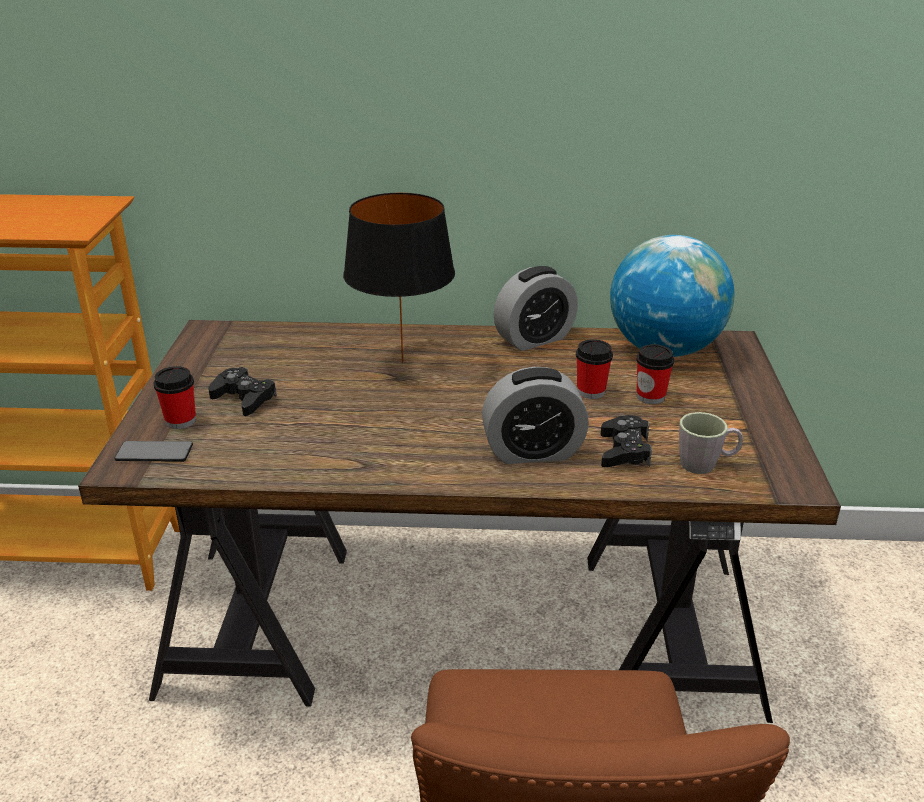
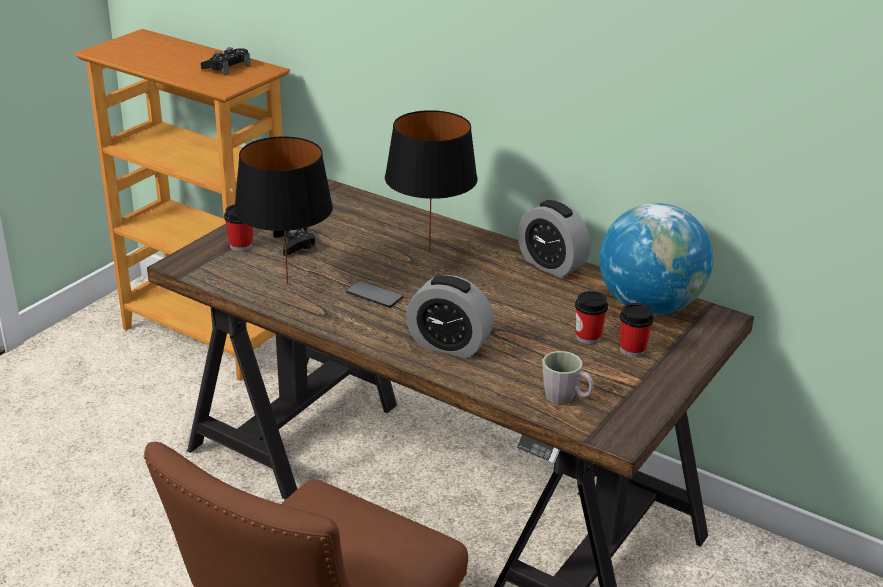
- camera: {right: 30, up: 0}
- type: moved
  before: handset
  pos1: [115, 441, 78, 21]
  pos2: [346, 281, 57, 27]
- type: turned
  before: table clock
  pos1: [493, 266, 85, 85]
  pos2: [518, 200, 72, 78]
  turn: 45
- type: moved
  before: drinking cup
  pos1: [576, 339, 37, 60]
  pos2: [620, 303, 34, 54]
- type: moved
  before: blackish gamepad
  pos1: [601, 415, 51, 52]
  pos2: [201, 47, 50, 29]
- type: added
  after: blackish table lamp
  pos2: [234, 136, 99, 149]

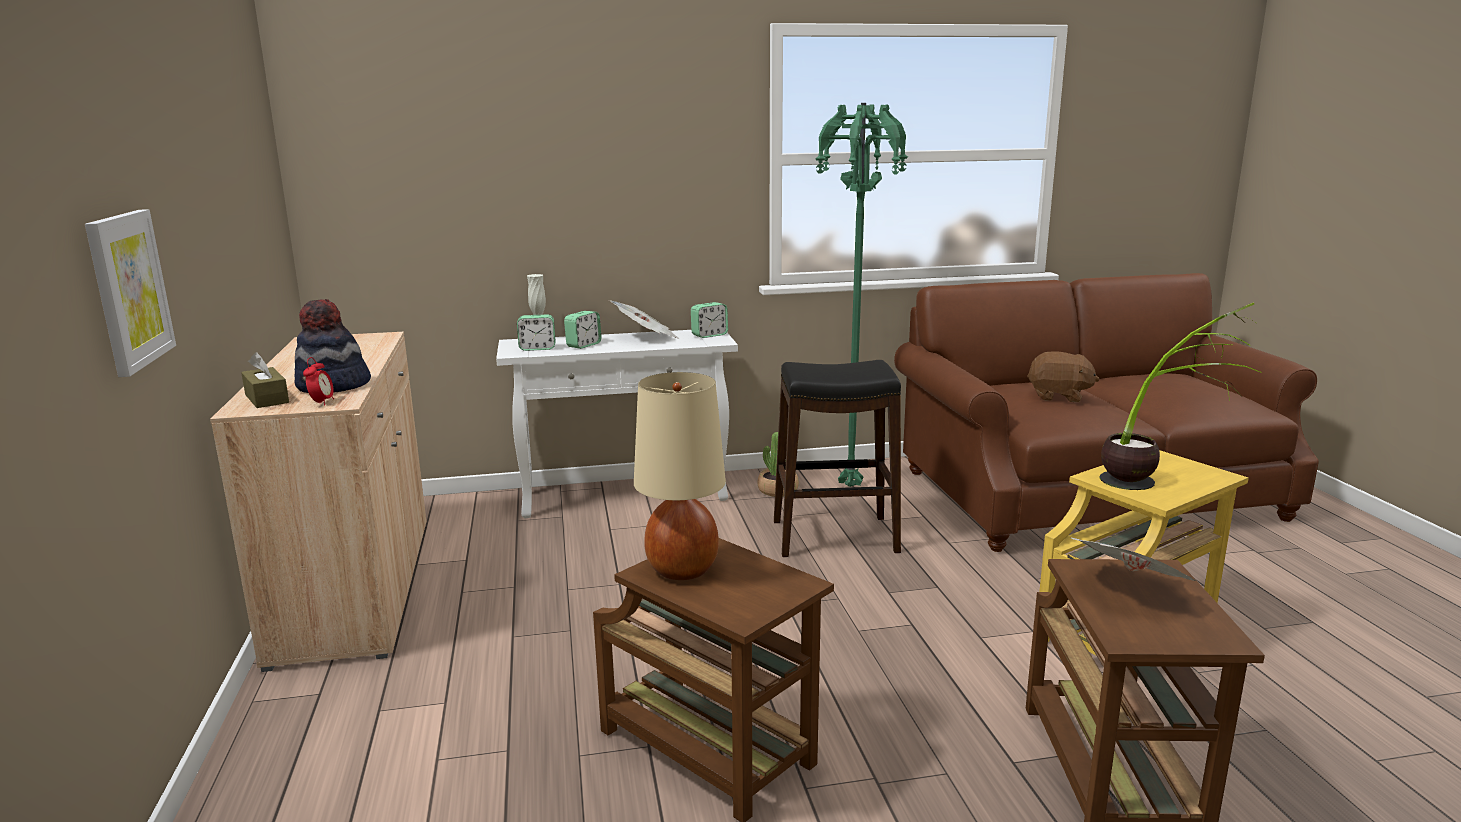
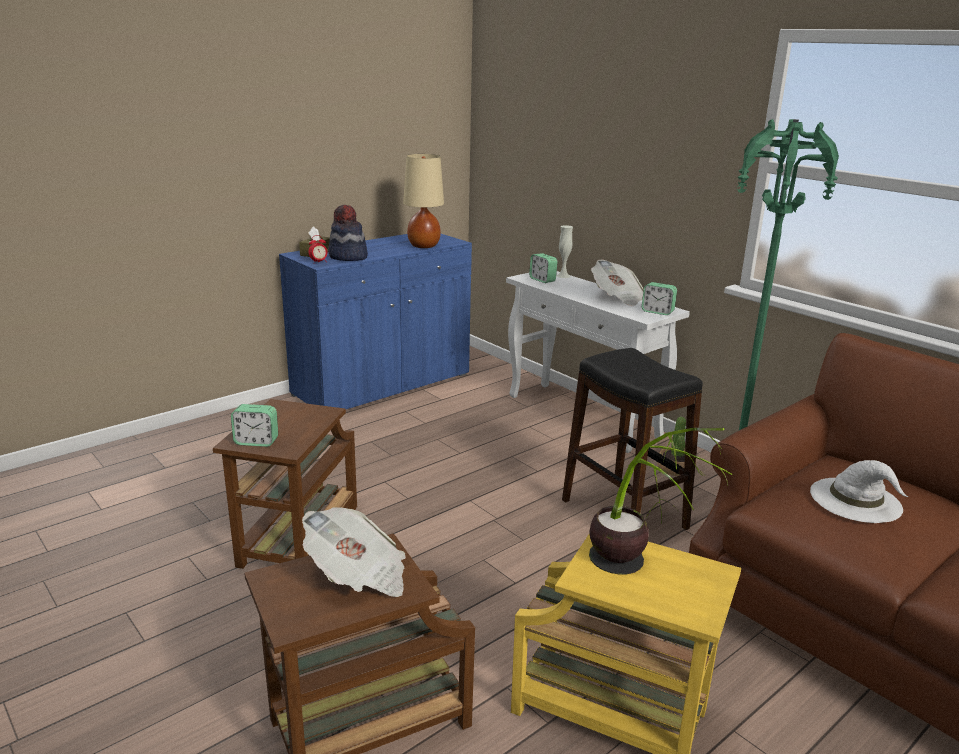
- camera: {right: 60, up: 5}
- type: removed
  before: wall picture
  pos1: [85, 209, 91, 168]
- type: recoloured
  before: sand-coloured cabinet
  after: blue cabinet
  pos1: [210, 332, 216, 340]
  pos2: [279, 234, 193, 175]
- type: moved
  before: table clock
  pos1: [564, 311, 38, 38]
  pos2: [231, 404, 47, 43]
- type: moved
  before: sand-coloured table lamp
  pos1: [634, 372, 92, 208]
  pos2: [403, 154, 41, 94]
- type: replaced
  before: brownish plush toy
  after: whitish wearable hat
  pos1: [1027, 351, 73, 51]
  pos2: [810, 460, 98, 63]

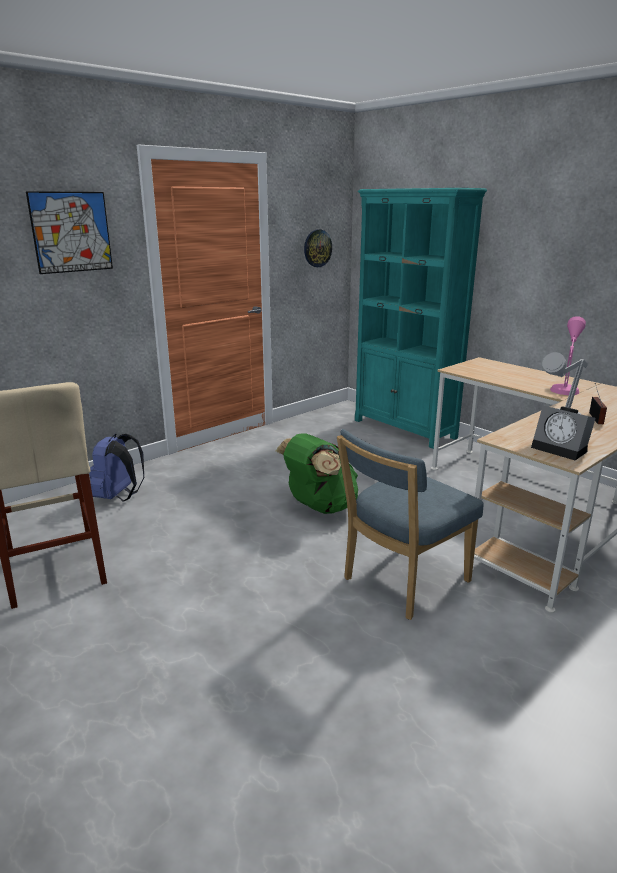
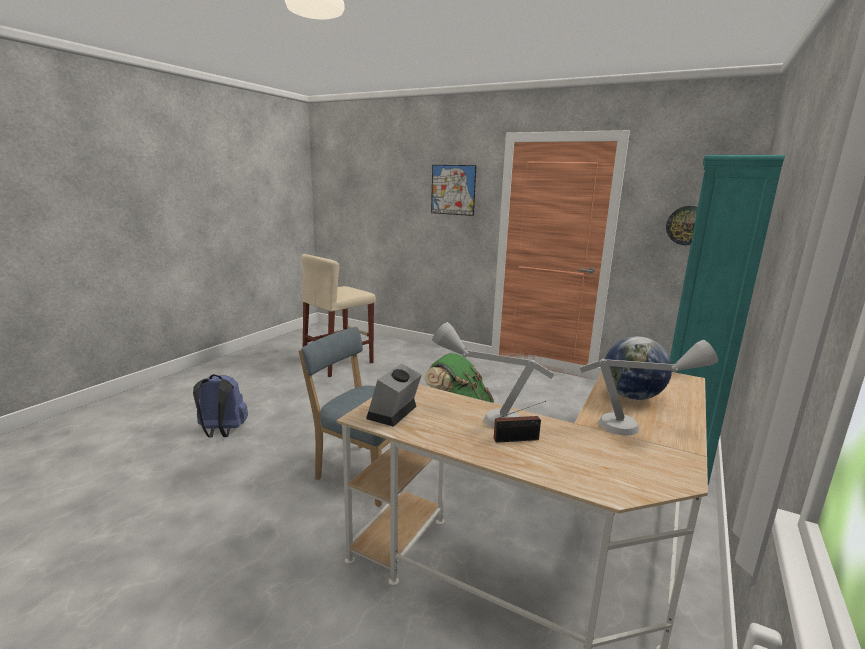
- camera: {right: 70, up: -5}
- type: moved
  before: blue knapsack
  pos1: [89, 434, 55, 68]
  pos2: [193, 374, 55, 64]
- type: recoloured
  before: pinkish table lamp
  after: greyish table lamp
  pos1: [550, 316, 36, 79]
  pos2: [580, 340, 138, 96]
- type: added
  after: globe
  pos2: [605, 336, 67, 64]

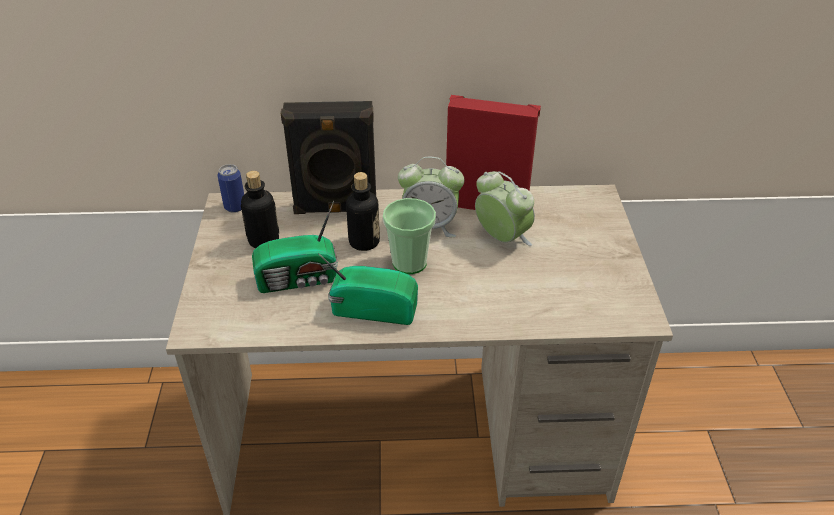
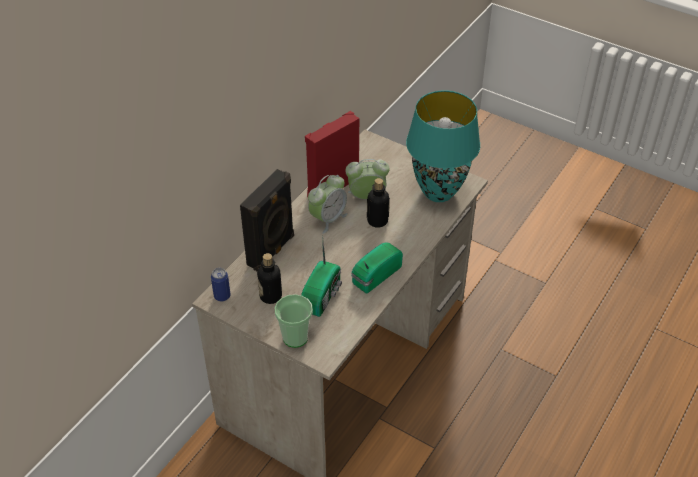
- camera: {right: -55, up: 5}
- type: moved
  before: beverage bottle
  pos1: [346, 172, 34, 79]
  pos2: [367, 178, 23, 50]
- type: moved
  before: drinking cup
  pos1: [383, 198, 53, 76]
  pos2: [275, 294, 38, 54]
- type: added
  after: turquoise table lamp
  pos2: [406, 90, 74, 112]

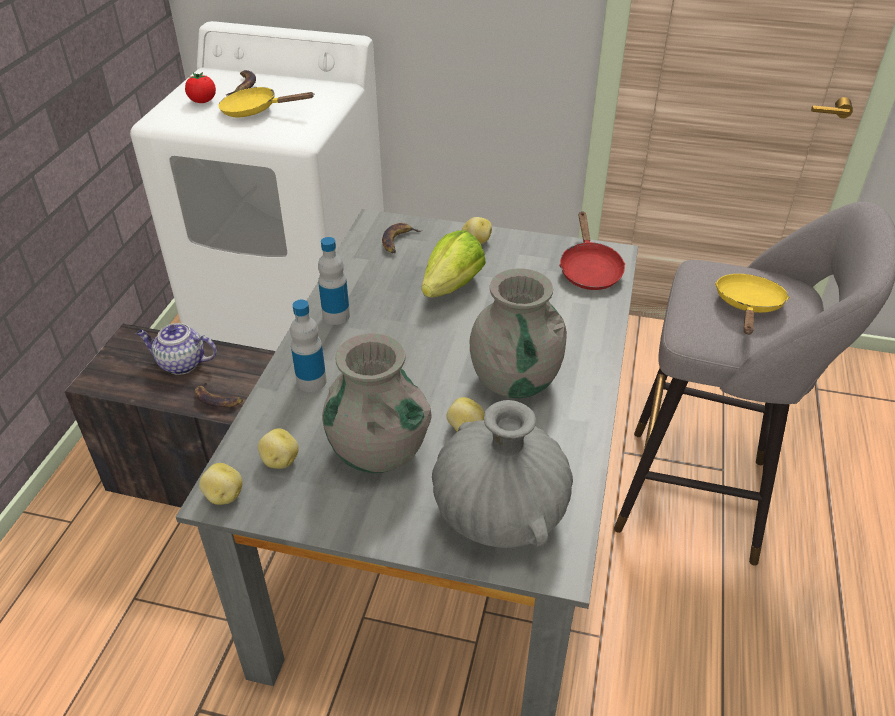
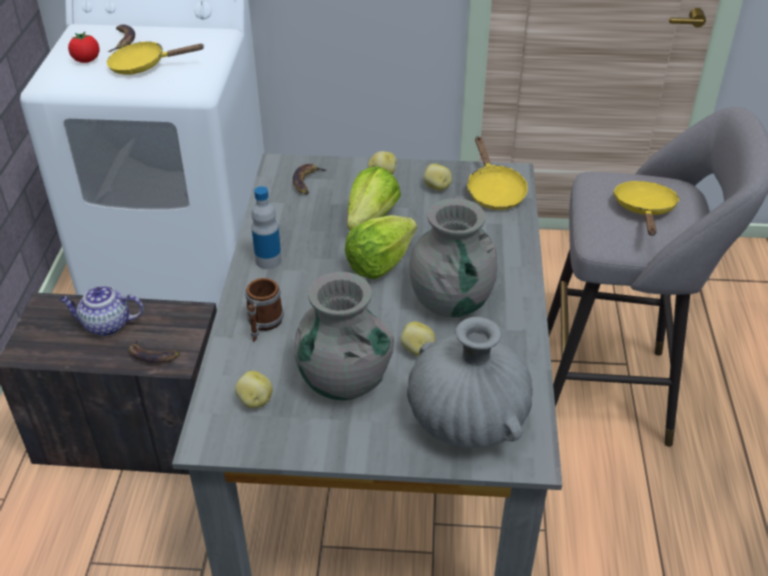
- camera: {right: -10, up: 0}
- type: moved
  before: whole potato
  pos1: [199, 463, 44, 42]
  pos2: [423, 164, 29, 27]
- type: replaced
  before: beverage bottle
  after: coffee mug
  pos1: [290, 300, 37, 92]
  pos2: [245, 278, 39, 64]
- type: recoloured
  before: red skillet
  after: yellow-coloured skillet
  pos1: [559, 211, 67, 79]
  pos2: [467, 136, 61, 74]
- type: added
  after: lettuce
  pos2: [345, 215, 72, 64]

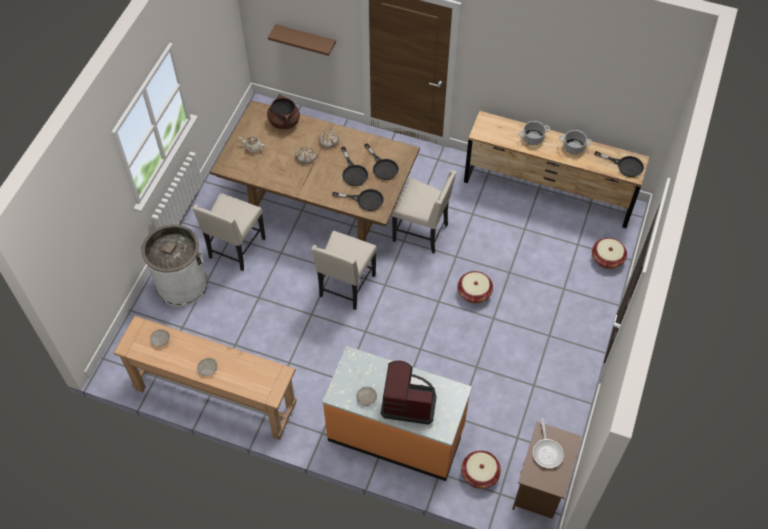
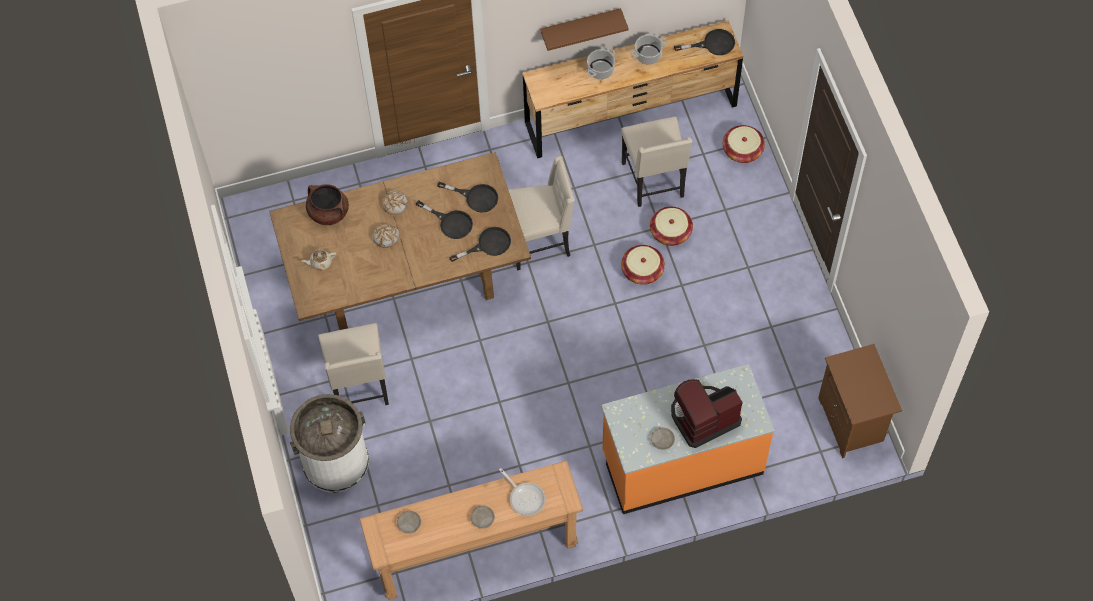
- camera: {right: -35, up: 5}
- type: moved
  before: brownish wall shelf
  pos1: [268, 24, 68, 32]
  pos2: [540, 8, 88, 43]
- type: moved
  before: sand-coloured chair
  pos1: [312, 231, 65, 79]
  pos2: [621, 116, 71, 91]
- type: moved
  before: household basket
  pos1: [461, 450, 40, 39]
  pos2: [650, 207, 43, 39]
- type: moved
  before: skillet
  pos1: [533, 418, 31, 50]
  pos2: [499, 468, 46, 48]

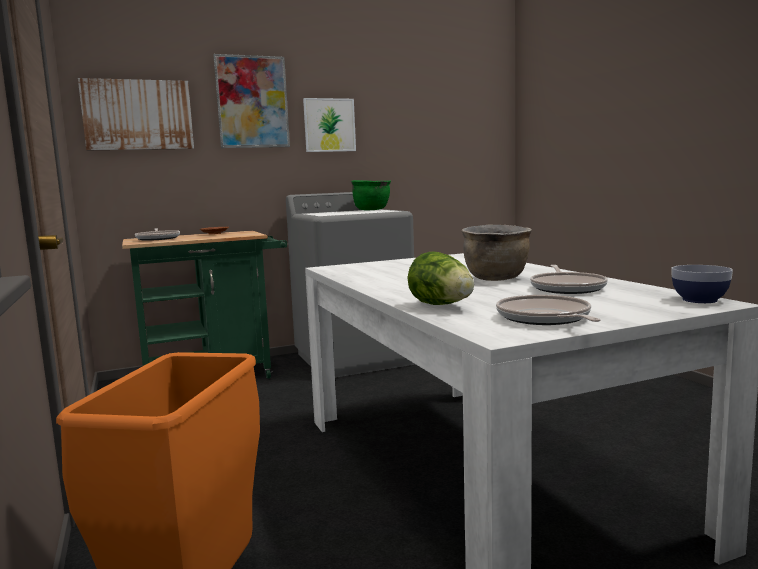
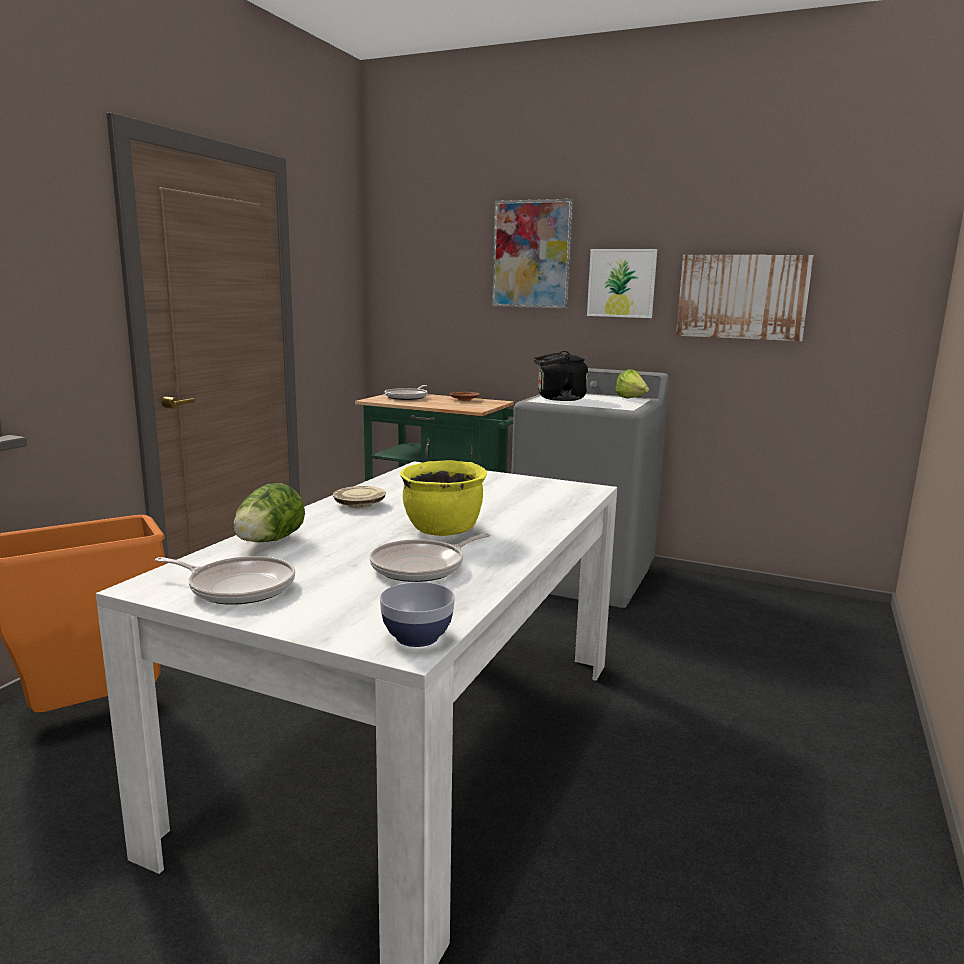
- camera: {right: 45, up: 5}
- type: moved
  before: wall picture
  pos1: [78, 78, 116, 72]
  pos2: [676, 255, 138, 86]
- type: replaced
  before: greenish stockpot
  after: lettuce
  pos1: [351, 180, 40, 30]
  pos2: [615, 369, 34, 30]
- type: recoloured
  before: brownish stockpot
  after: yellow-coloured stockpot
  pos1: [462, 225, 70, 56]
  pos2: [400, 460, 87, 76]
- type: turned
  before: skillet
  pos1: [496, 295, 105, 30]
  pos2: [155, 556, 140, 49]
  turn: 75
- type: added
  after: sand-coloured flat dish
  pos2: [333, 486, 53, 22]
- type: added
  after: blackish kettle
  pos2: [534, 351, 54, 50]

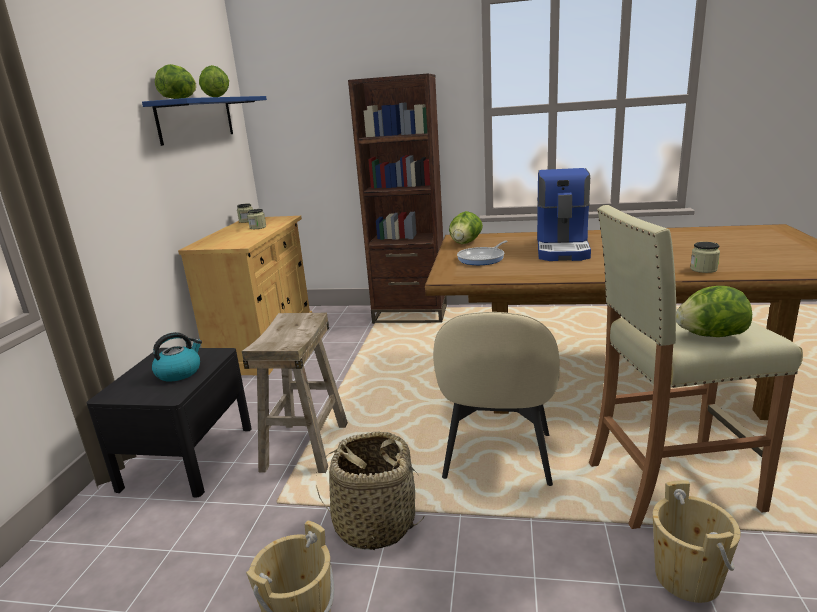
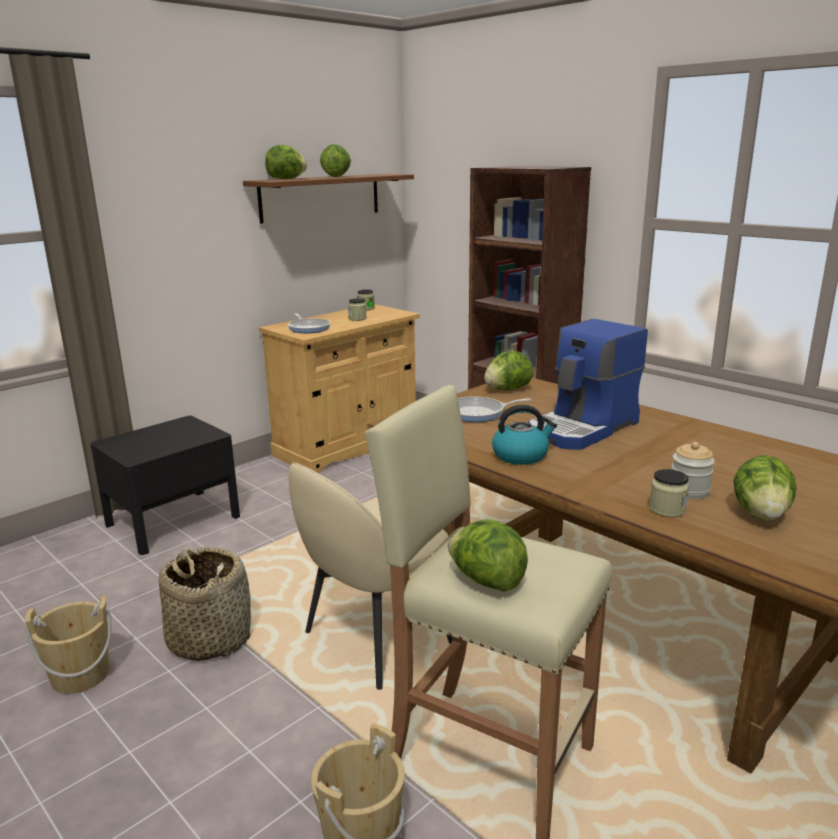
- camera: {right: 35, up: 0}
- type: recoloured
  before: blue wall shelf
  after: brownish wall shelf
  pos1: [142, 96, 125, 50]
  pos2: [243, 174, 171, 50]
- type: moved
  before: kettle
  pos1: [152, 332, 50, 50]
  pos2: [492, 405, 65, 60]
- type: removed
  before: sand-coloured sitting stool
  pos1: [242, 313, 106, 160]
- type: added
  after: skillet
  pos2: [288, 314, 42, 19]
- type: added
  after: jar
  pos2: [672, 442, 43, 57]
- type: added
  after: lettuce
  pos2: [733, 455, 64, 66]

